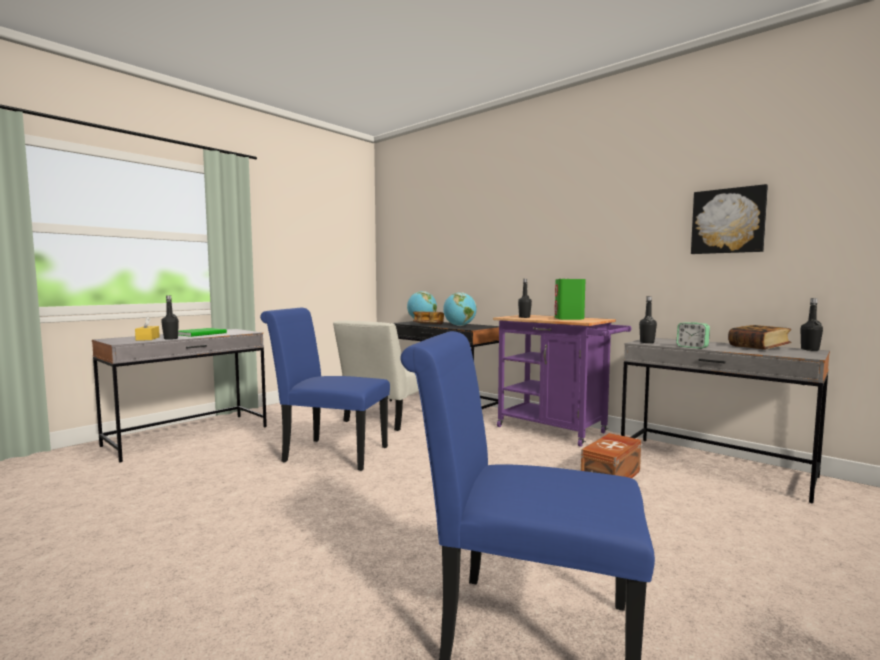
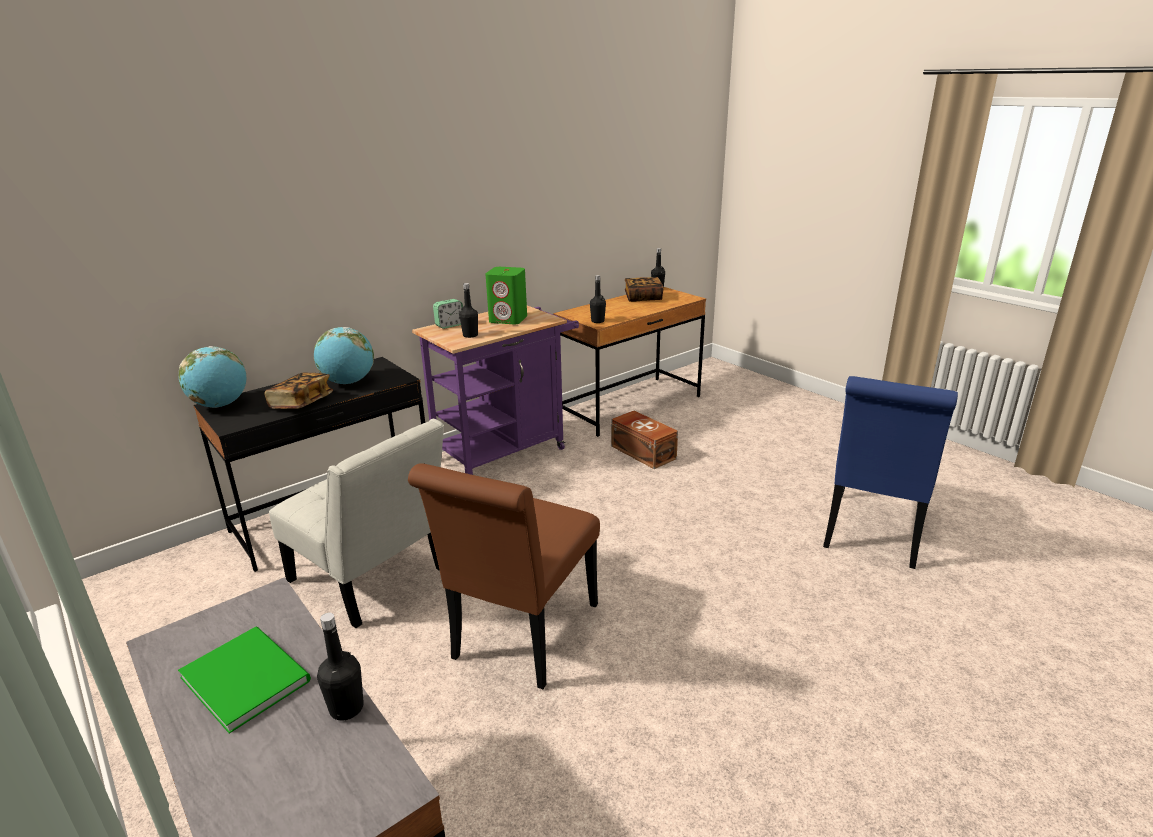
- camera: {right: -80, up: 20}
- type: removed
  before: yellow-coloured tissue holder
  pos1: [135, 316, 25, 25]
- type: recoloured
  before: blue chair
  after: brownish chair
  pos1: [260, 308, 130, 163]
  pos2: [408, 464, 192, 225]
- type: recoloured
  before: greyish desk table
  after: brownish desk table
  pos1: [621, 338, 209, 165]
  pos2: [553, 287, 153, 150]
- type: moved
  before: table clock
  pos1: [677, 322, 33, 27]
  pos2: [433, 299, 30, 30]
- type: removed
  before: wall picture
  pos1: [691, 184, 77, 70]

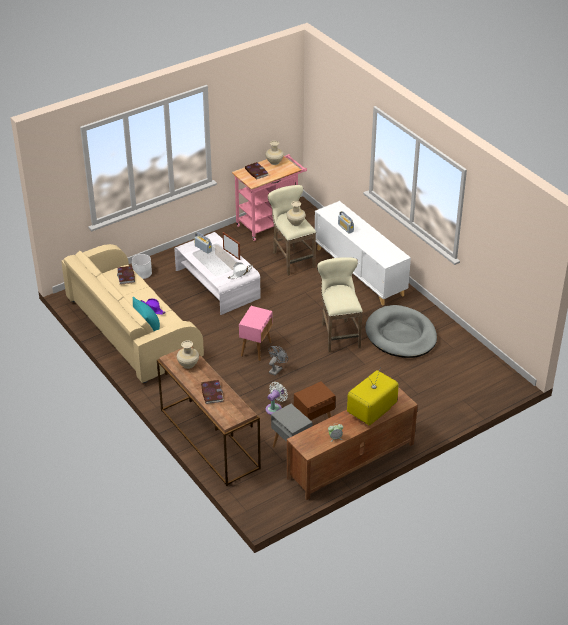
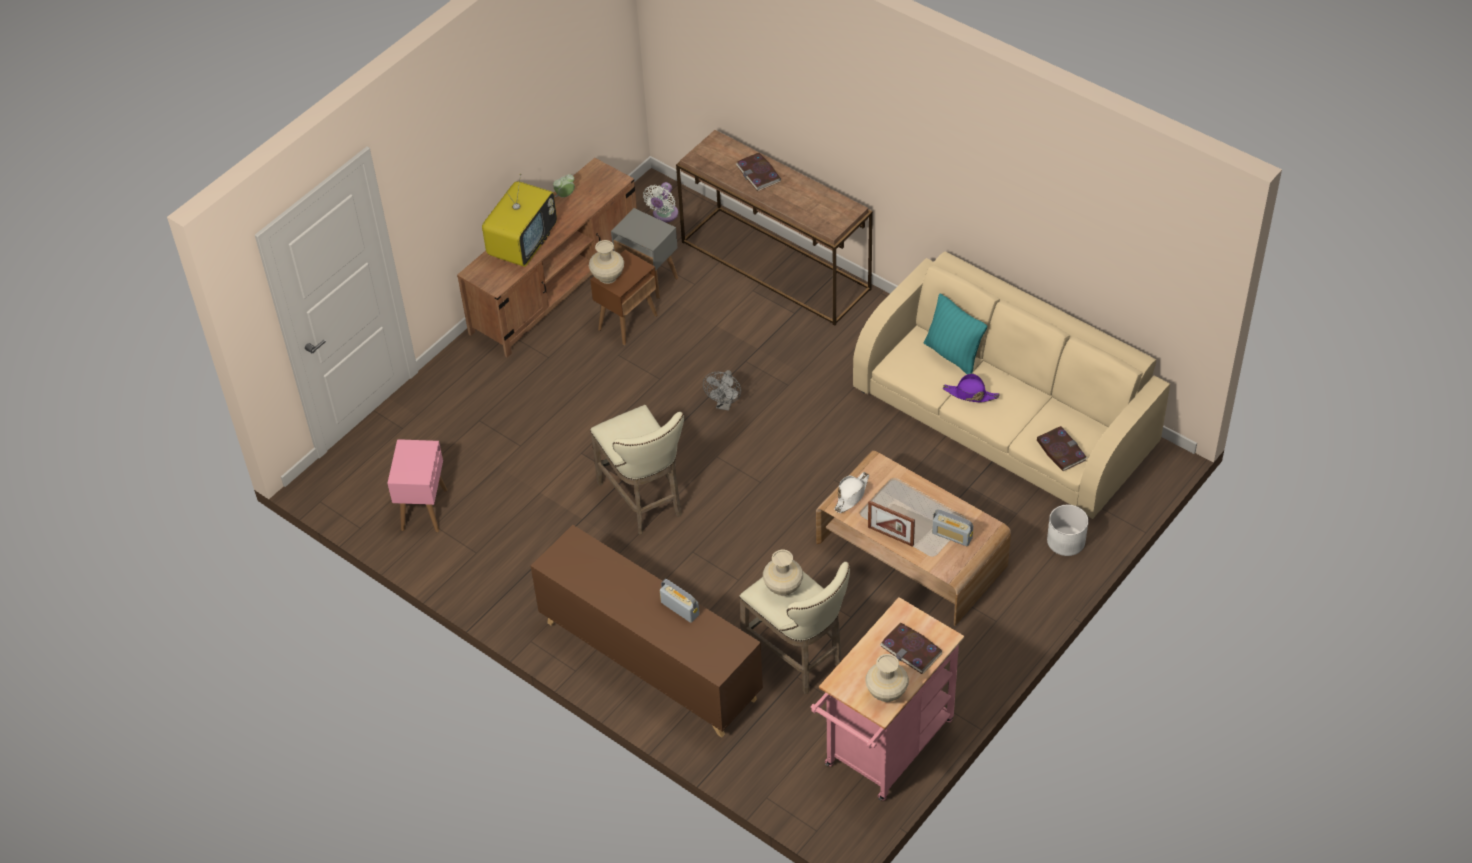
- camera: {right: 165, up: 10}
- type: recoloured
  before: whitish lounge table
  after: brownish lounge table
  pos1: [174, 232, 87, 83]
  pos2: [816, 451, 195, 175]
- type: moved
  before: sand-coloured flower vase
  pos1: [177, 340, 22, 29]
  pos2: [589, 240, 35, 44]
- type: moved
  before: pinkish accent table
  pos1: [239, 306, 34, 55]
  pos2: [387, 439, 60, 93]
- type: moved
  before: whitish fan
  pos1: [266, 382, 22, 33]
  pos2: [643, 182, 35, 40]
- type: recoloured
  before: whitish cabinet
  after: brownish cabinet
  pos1: [315, 201, 96, 104]
  pos2: [531, 525, 232, 212]
- type: removed
  before: greyish dog bed
  pos1: [365, 305, 72, 53]

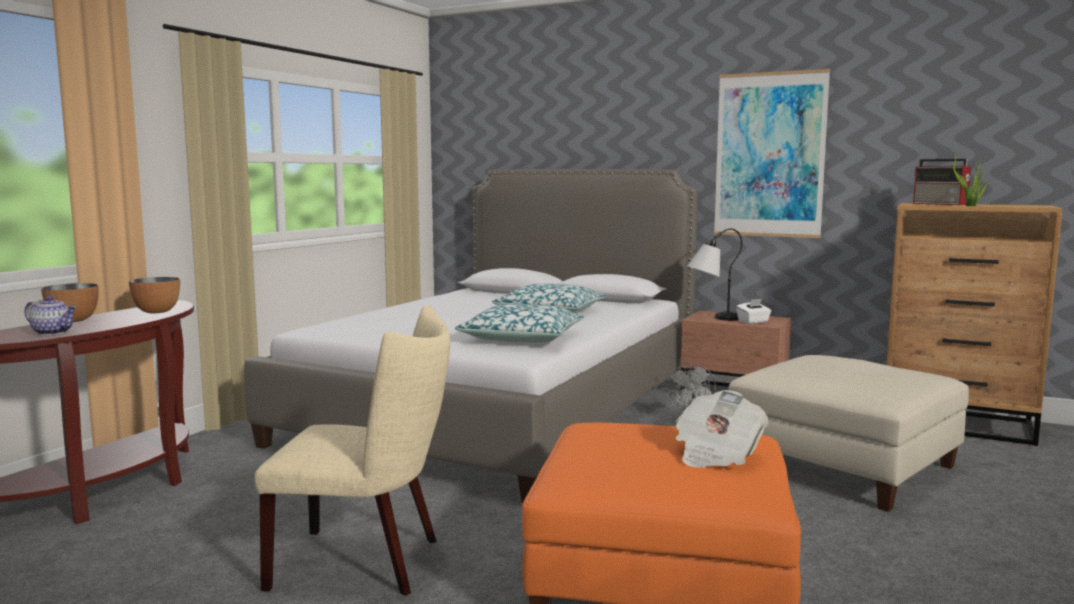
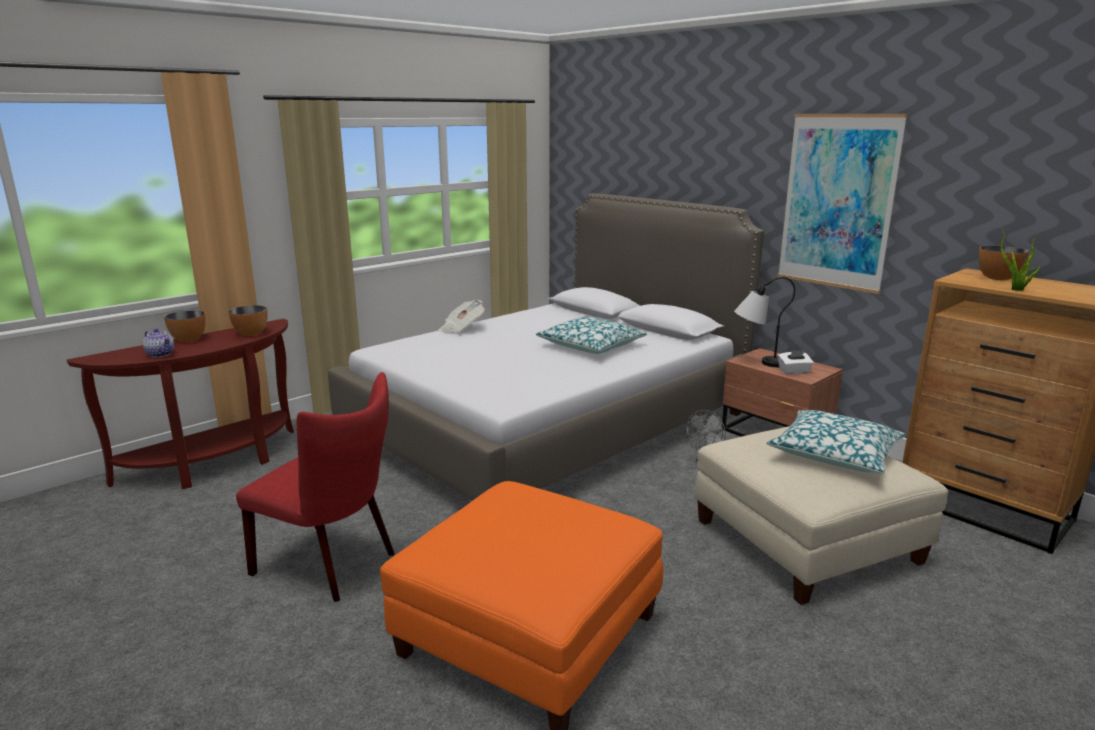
- camera: {right: 20, up: 10}
- type: recoloured
  before: sand-coloured chair
  after: red chair
  pos1: [254, 305, 197, 291]
  pos2: [236, 372, 158, 230]
- type: moved
  before: pillow
  pos1: [455, 304, 129, 39]
  pos2: [766, 410, 140, 64]
- type: moved
  before: printed paper
  pos1: [675, 390, 93, 78]
  pos2: [439, 300, 46, 33]
- type: replaced
  before: radio receiver
  after: serving bowl
  pos1: [913, 159, 58, 46]
  pos2: [979, 246, 50, 34]

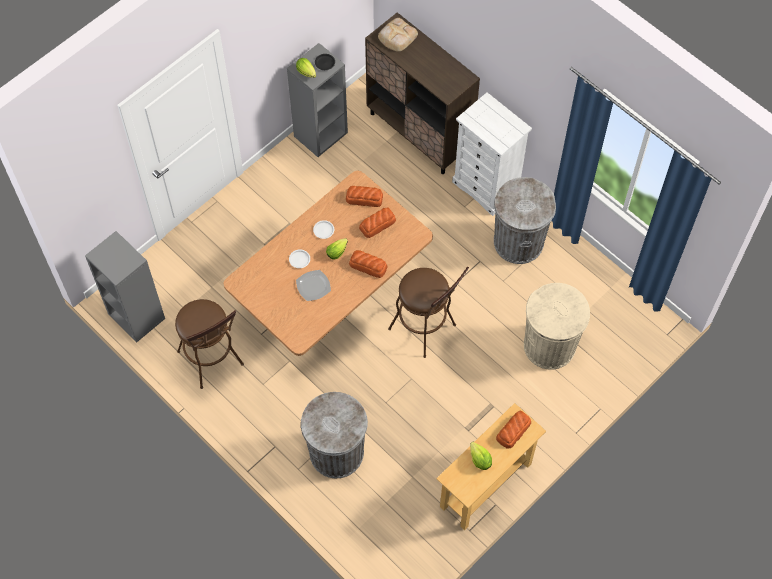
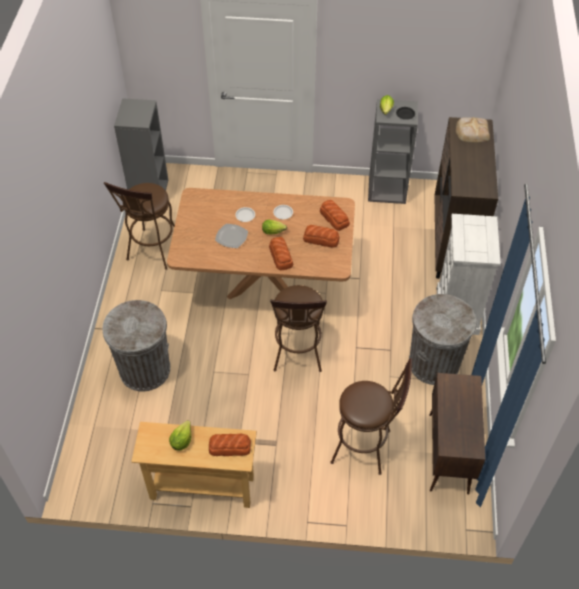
- camera: {right: 50, up: -10}
- type: replaced
  before: sand-coloured trash can
  after: brownish sitting stool
  pos1: [524, 283, 66, 87]
  pos2: [330, 358, 82, 117]
- type: added
  after: brownish cabinet
  pos2: [429, 373, 56, 122]

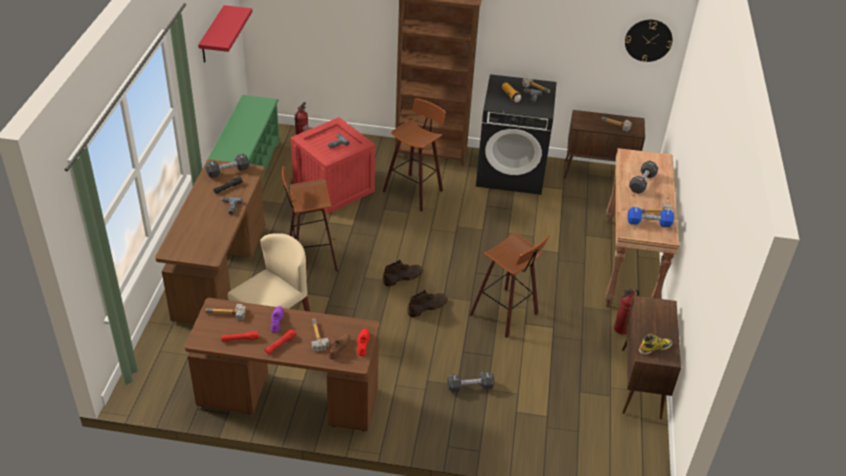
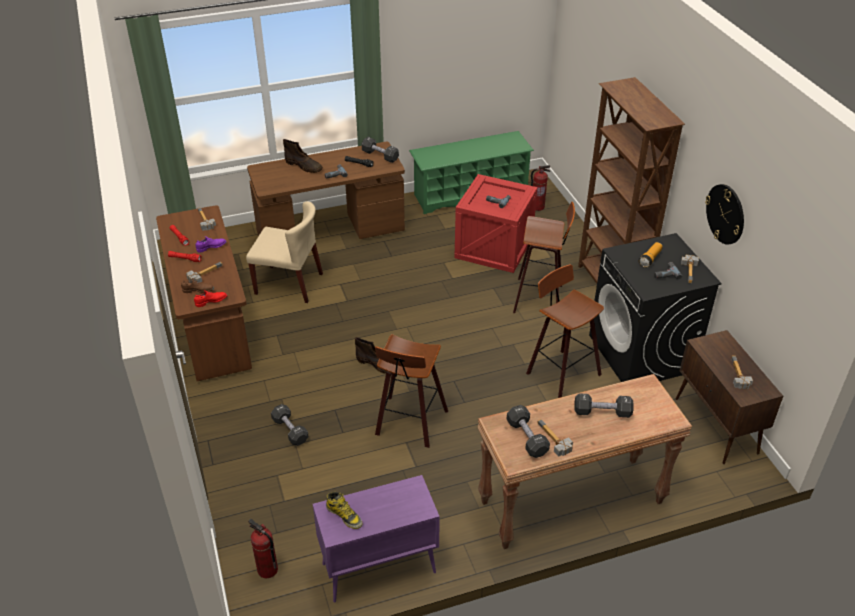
- camera: {right: 65, up: 0}
- type: removed
  before: red wall shelf
  pos1: [198, 5, 54, 58]
- type: moved
  before: sitting stool
  pos1: [282, 166, 56, 106]
  pos2: [526, 264, 78, 134]
- type: moved
  before: brownish boot
  pos1: [383, 259, 40, 28]
  pos2: [283, 139, 40, 34]
- type: moved
  before: fire extinguisher
  pos1: [614, 288, 25, 47]
  pos2: [248, 519, 30, 59]
- type: recoloured
  before: brownish cabinet
  after: purple cabinet
  pos1: [622, 295, 59, 124]
  pos2: [313, 475, 127, 128]
- type: moved
  before: clock on the wall
  pos1: [625, 20, 47, 42]
  pos2: [705, 184, 39, 61]
- type: recoloured
  before: blue hand weight
  after: blackish hand weight
  pos1: [628, 207, 46, 20]
  pos2: [507, 405, 43, 53]

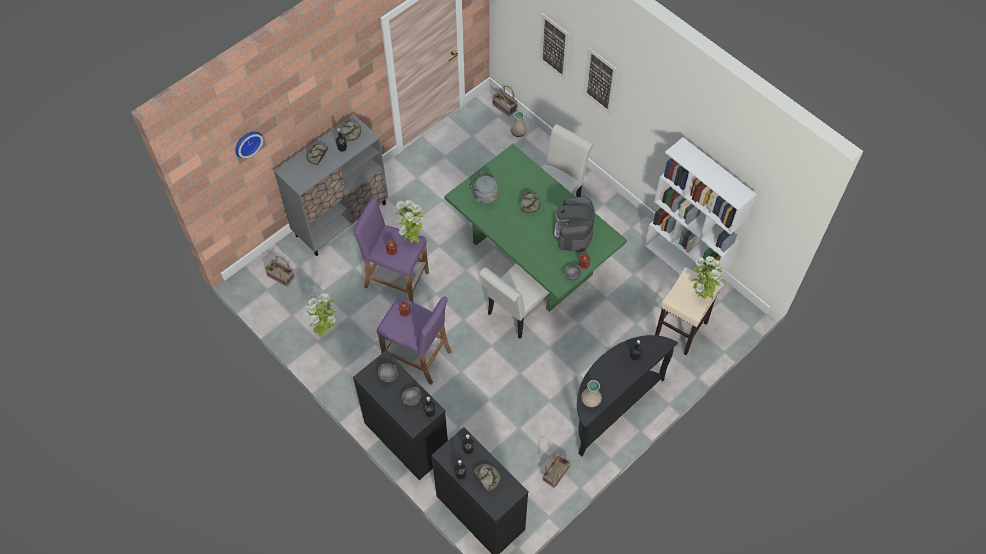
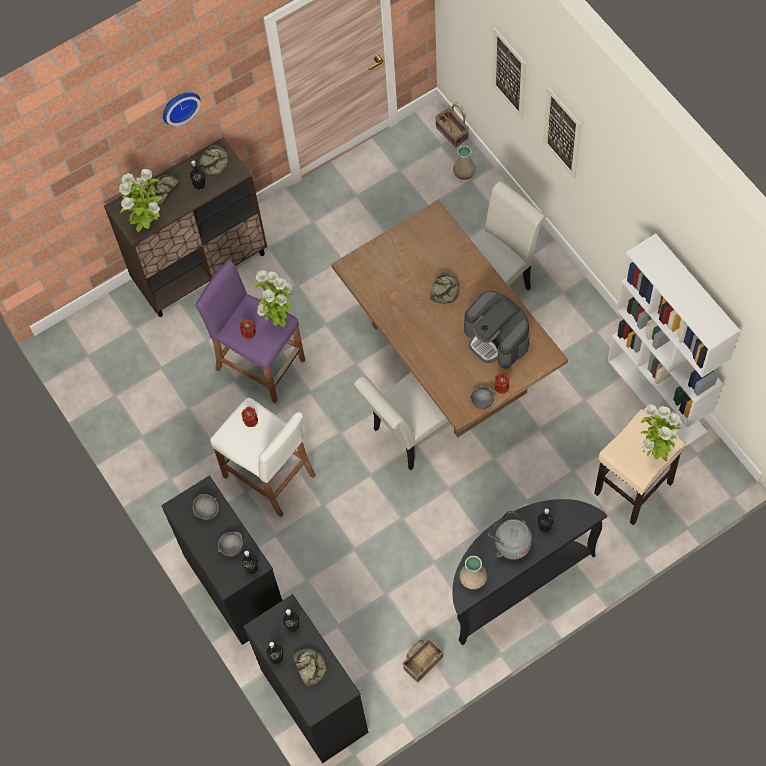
- camera: {right: 15, up: 5}
- type: moved
  before: clock on the wall
  pos1: [235, 131, 28, 27]
  pos2: [163, 92, 38, 34]
- type: removed
  before: household basket
  pos1: [264, 256, 31, 31]
- type: recoloured
  before: greyish cabinet
  after: brownish cabinet
  pos1: [274, 115, 114, 141]
  pos2: [104, 137, 163, 180]
- type: moved
  before: potted plant
  pos1: [306, 293, 30, 45]
  pos2: [118, 169, 44, 63]
- type: recoloured
  before: purple sitting stool
  after: whitish sitting stool
  pos1: [377, 297, 75, 88]
  pos2: [210, 398, 106, 119]
- type: recoloured
  before: greenish dinner table
  after: brownish dinner table
  pos1: [444, 144, 183, 168]
  pos2: [331, 200, 237, 237]
- type: moved
  before: greyish kettle
  pos1: [469, 171, 29, 33]
  pos2: [488, 510, 44, 50]
- type: turned
  before: coffee maker
  pos1: [553, 196, 42, 56]
  pos2: [464, 291, 66, 78]
  turn: -60

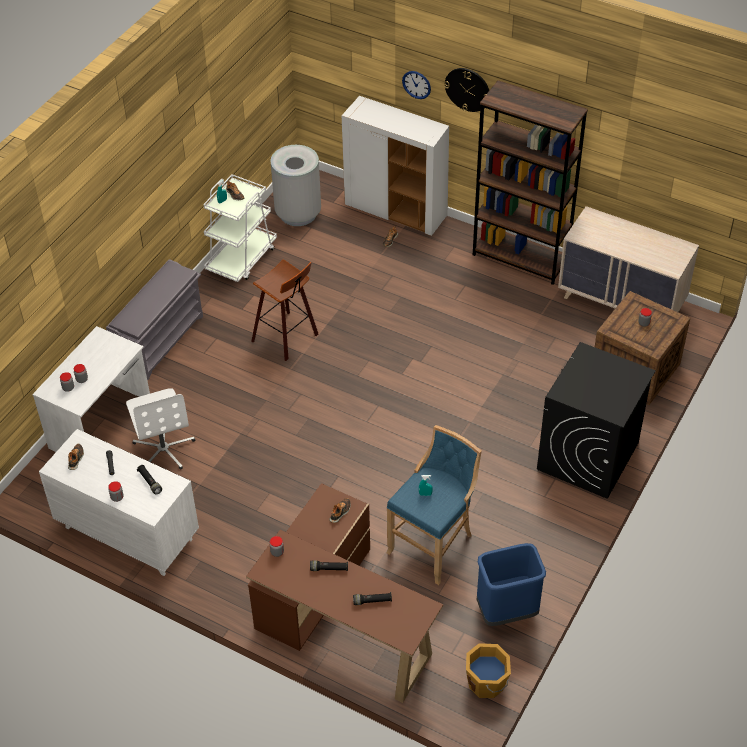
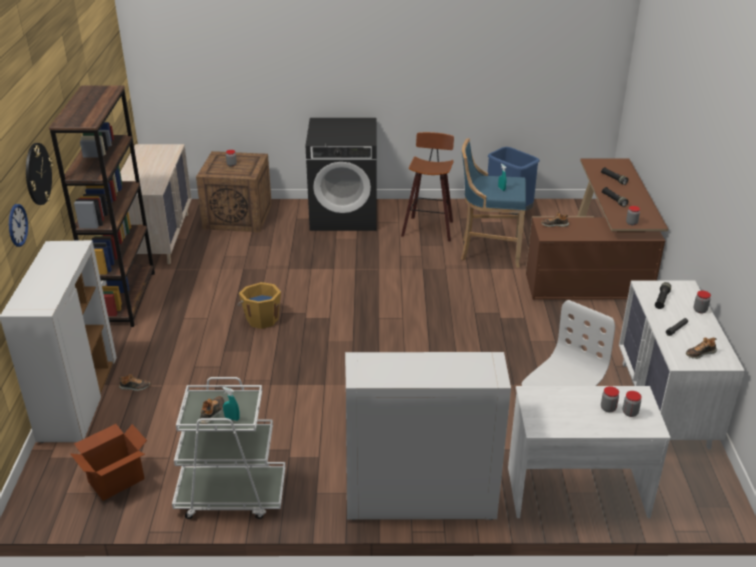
- camera: {right: -120, up: -15}
- type: replaced
  before: greyish shoe rack
  after: whitish cabinet
  pos1: [106, 259, 97, 122]
  pos2: [345, 352, 166, 168]
- type: moved
  before: sitting stool
  pos1: [251, 260, 67, 101]
  pos2: [401, 132, 53, 110]
- type: replaced
  before: greyish trash can
  after: carton
  pos1: [270, 145, 51, 81]
  pos2: [71, 424, 76, 77]
- type: moved
  before: orangey pail
  pos1: [466, 643, 45, 55]
  pos2: [237, 282, 44, 47]

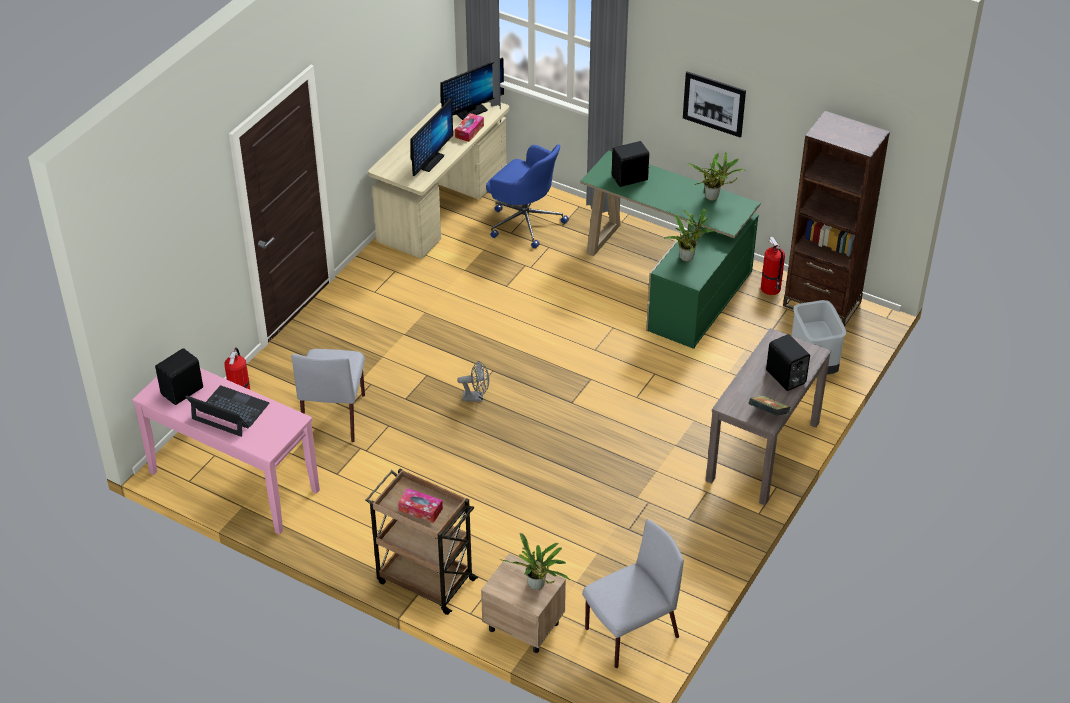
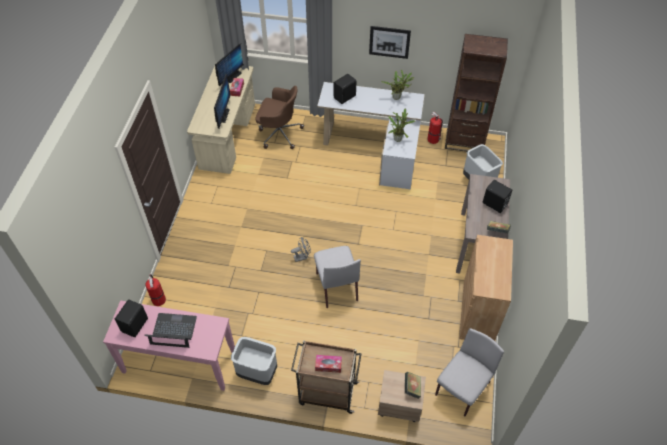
- camera: {right: -20, up: 10}
- type: moved
  before: greyish chair
  pos1: [291, 349, 74, 93]
  pos2: [314, 246, 47, 62]
- type: recoloured
  before: blue computer chair
  after: brownish computer chair
  pos1: [486, 144, 83, 104]
  pos2: [255, 86, 49, 63]
- type: replaced
  before: potted plant
  after: book
  pos1: [499, 533, 70, 57]
  pos2: [405, 372, 16, 27]
- type: recoloured
  before: greenish desk table
  after: whitish desk table
  pos1: [580, 150, 181, 199]
  pos2: [317, 82, 108, 107]
- type: added
  after: greyish trash can
  pos2: [231, 337, 46, 48]
- type: added
  after: brownish cabinet
  pos2: [459, 235, 54, 106]

